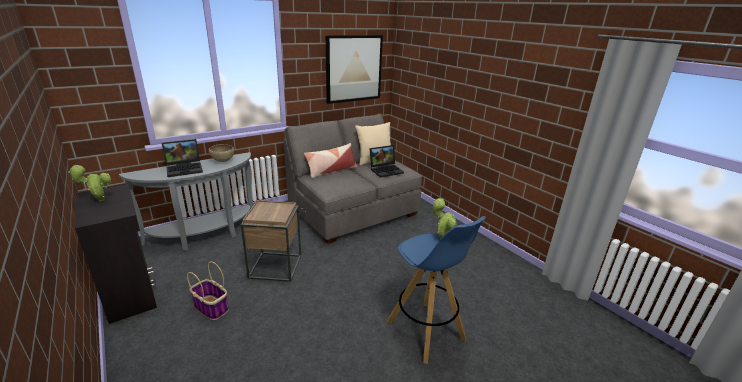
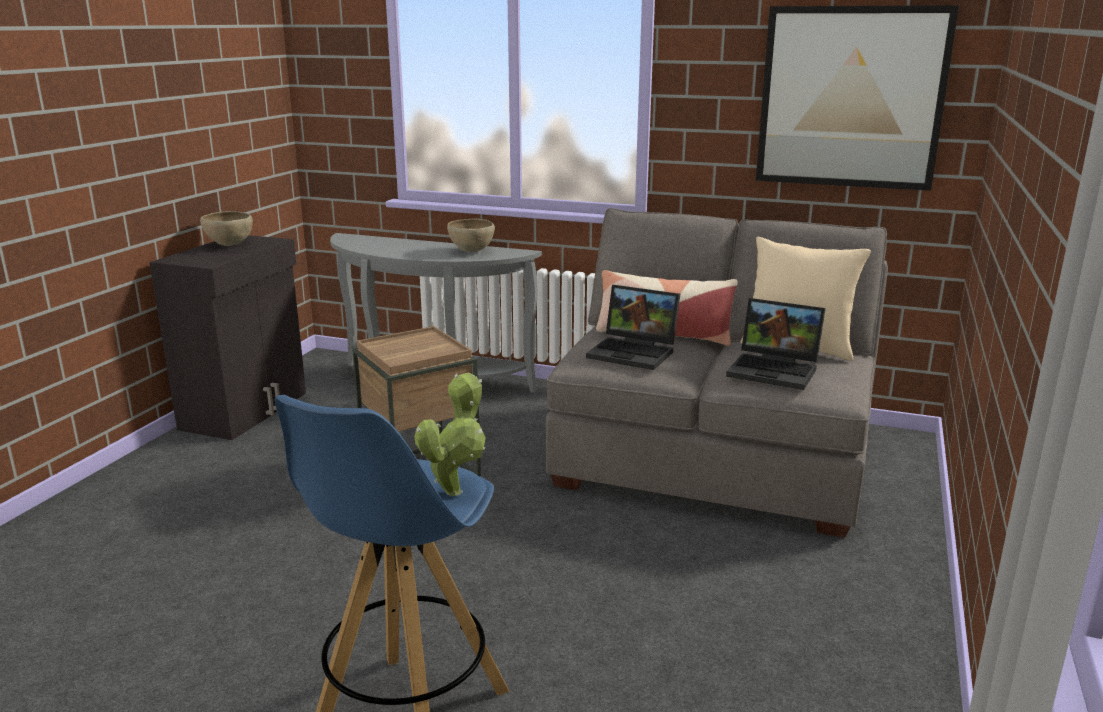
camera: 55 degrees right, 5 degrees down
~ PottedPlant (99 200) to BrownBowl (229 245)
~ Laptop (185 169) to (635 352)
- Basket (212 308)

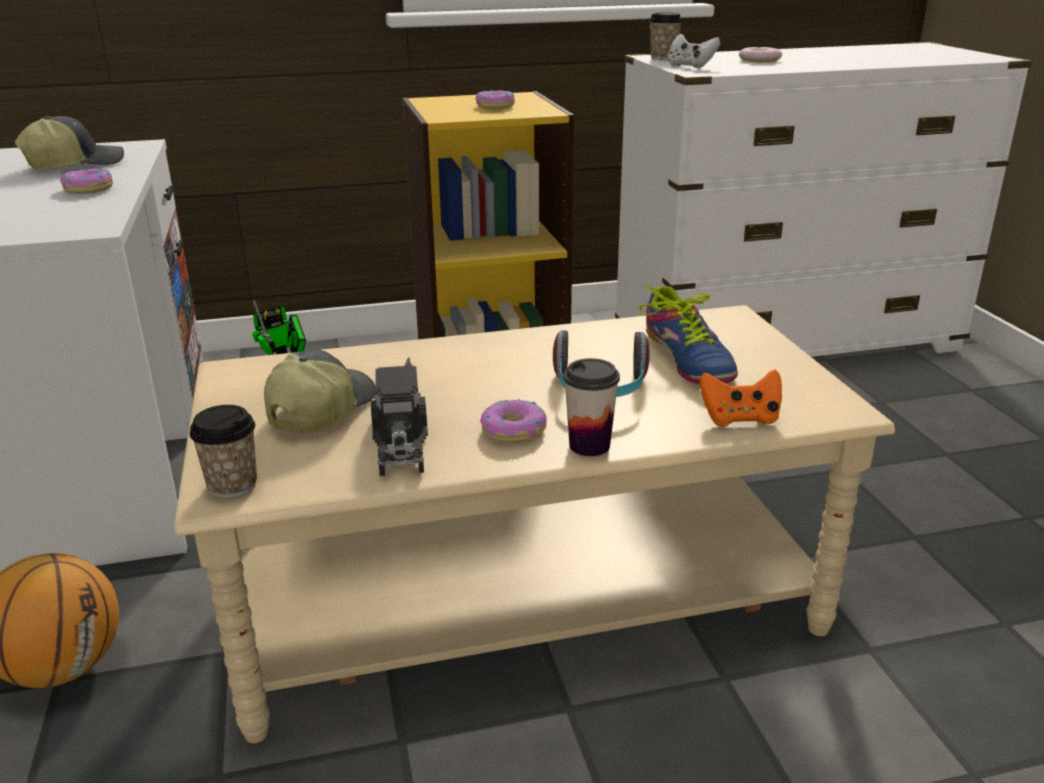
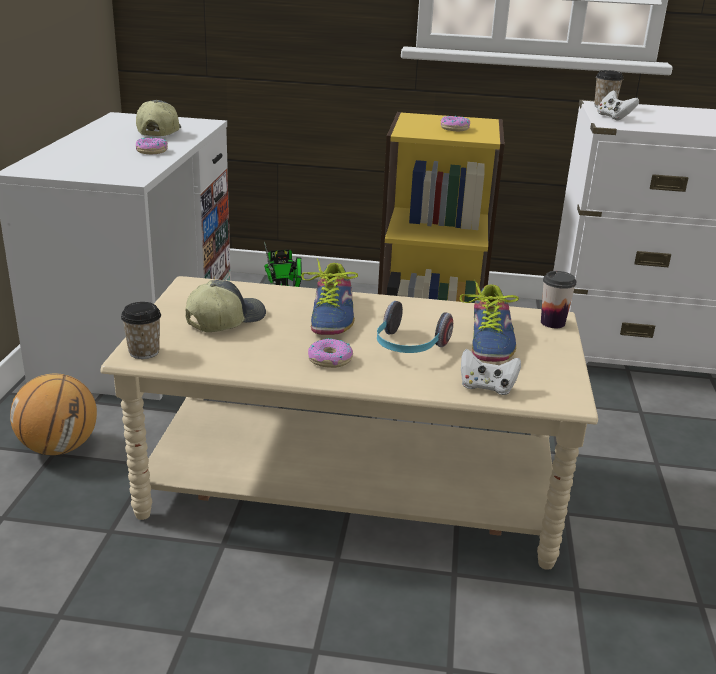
camera: 20 degrees right, 0 degrees up
~ Cap (76 164) = (158 132) 75 degrees counterclockwise
+ Shoe (332 315)
~ OrangeGameController (740 418) to WhiteGameController (487 387)
~ Cup (589 445) to (552 323)
- ToyTruck (400 441)
- Donut (759 60)

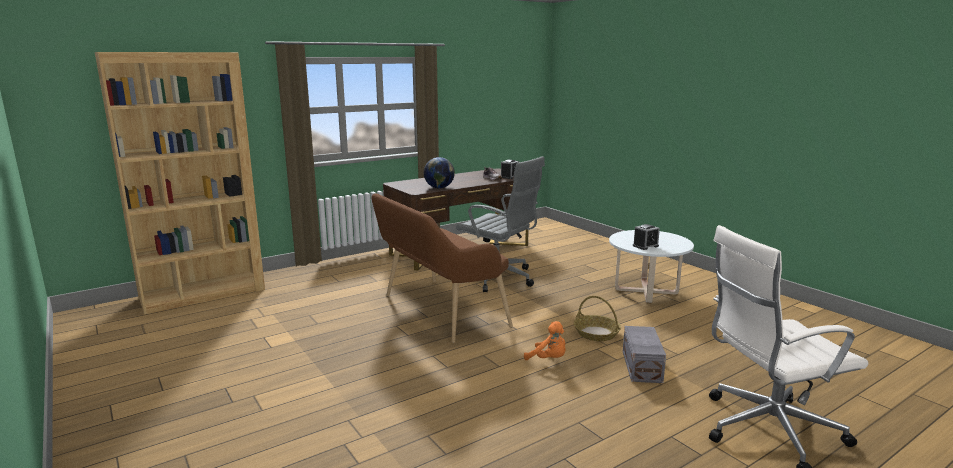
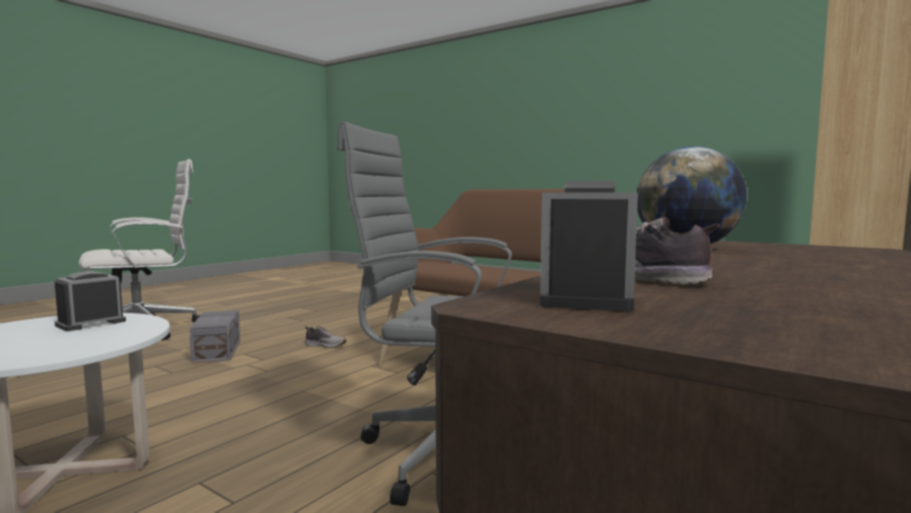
camera: 160 degrees right, 10 degrees down
~ OrangePlushToy (548 359) to Shoe (325 345)
- Basket (596 333)

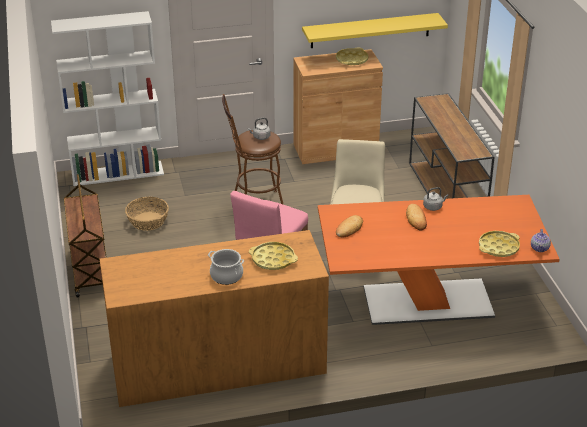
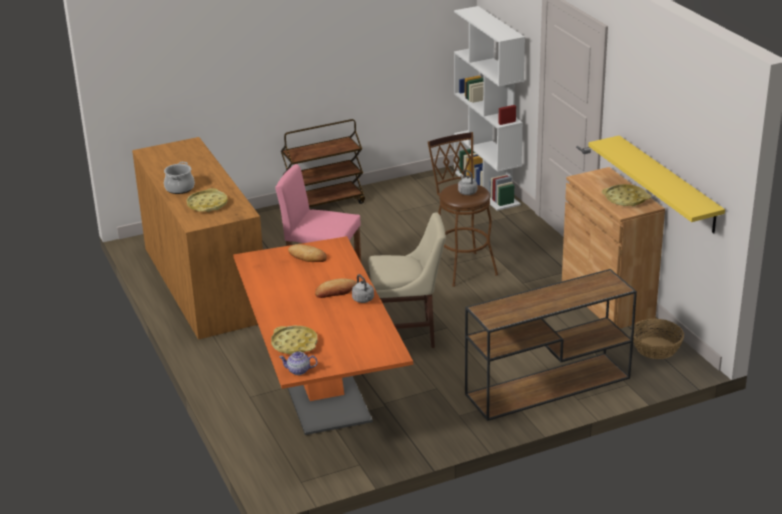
camera: 80 degrees right, 5 degrees down
~ Basket (148 221) to (656 348)

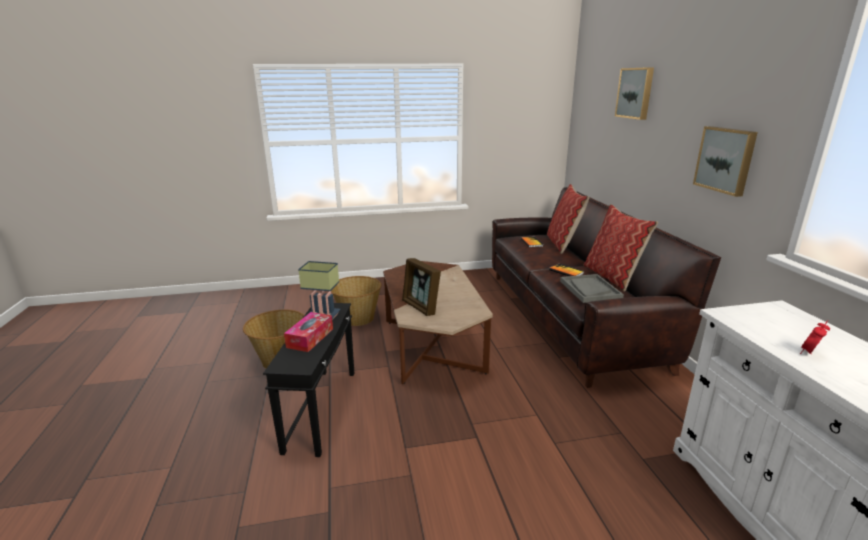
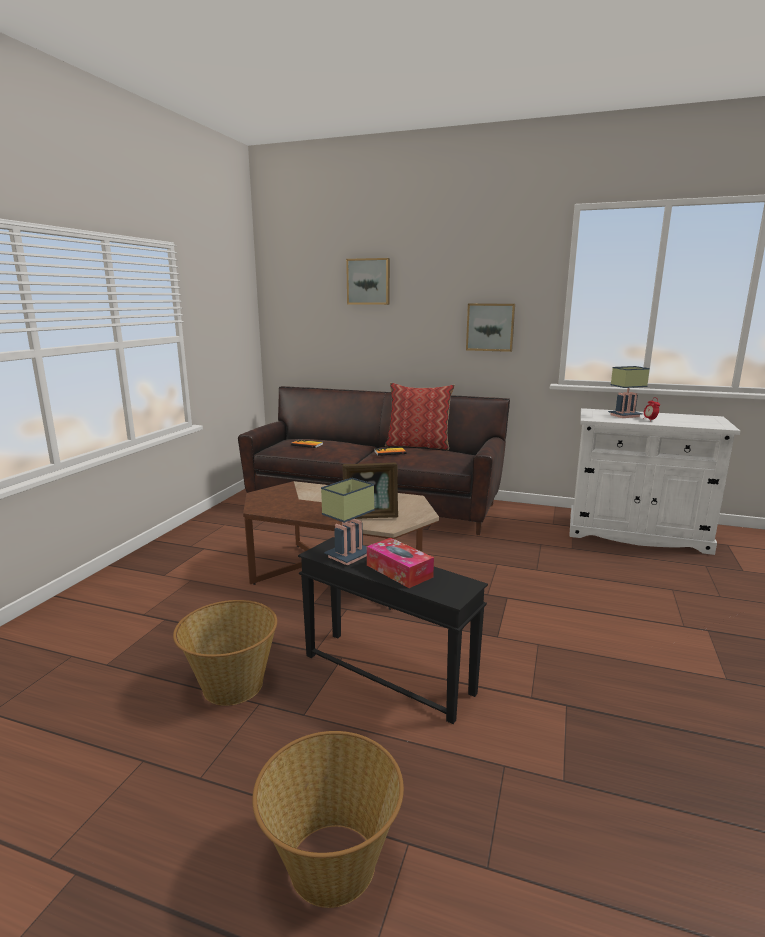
camera: 60 degrees left, 5 degrees down
~ Basket (357 318) to (331 865)
+ TableLamp (624 415)
- Pillow (563 244)
- GreyTray (590 290)

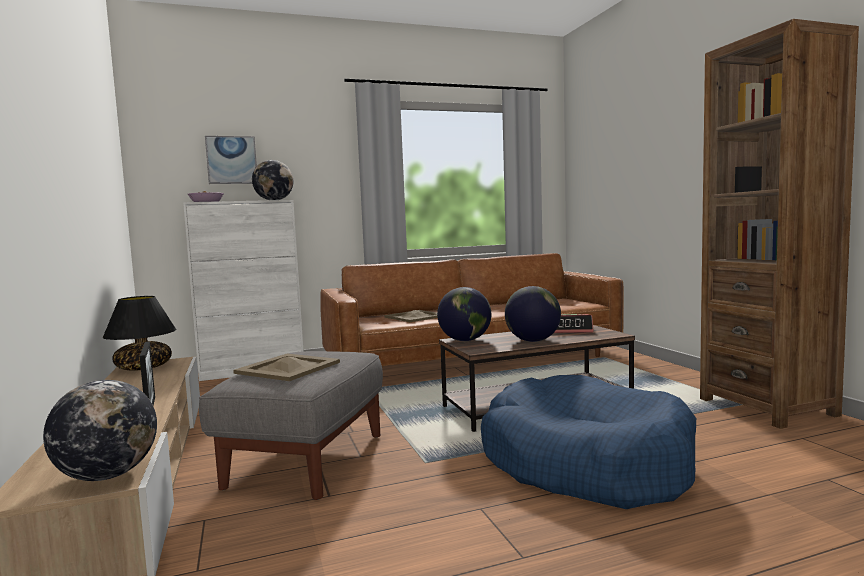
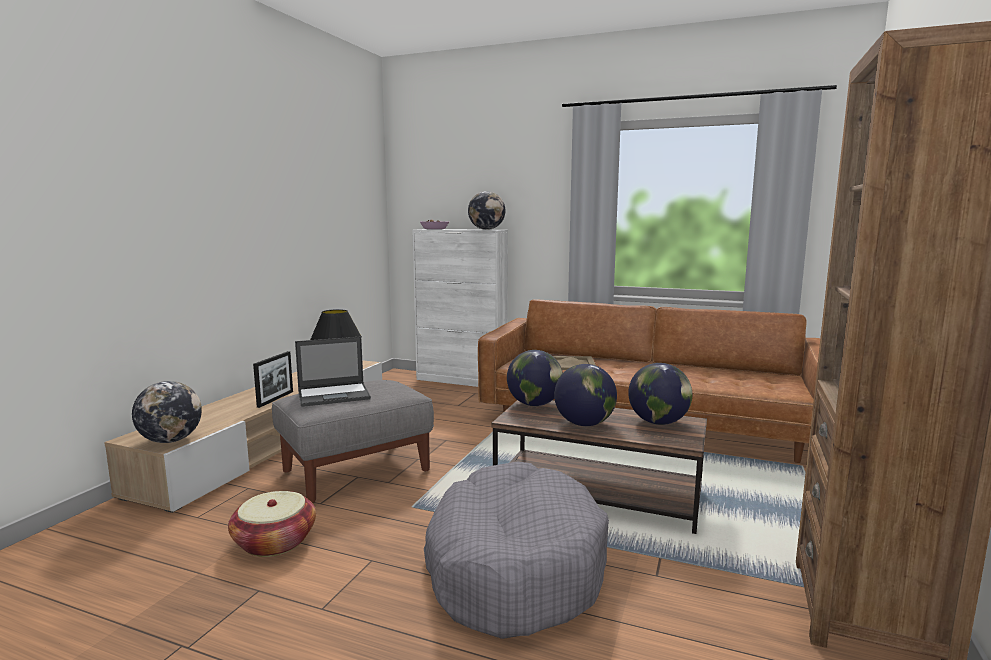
camera: 40 degrees right, 5 degrees up
+ Basket (274 542)
~ BeigeTray (288 367) to Laptop (334 395)
~ BlueDogBed (584 463) to GreyDogBed (514 566)
~ AlarmClock (570 330) to Globe (658 422)
- Picture (231 160)

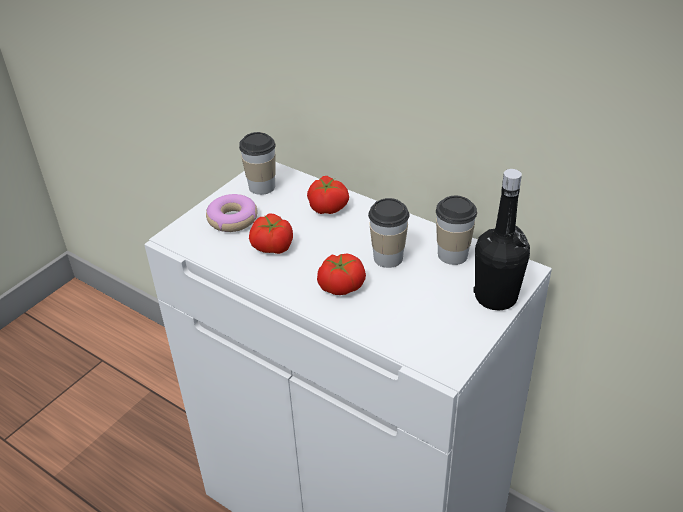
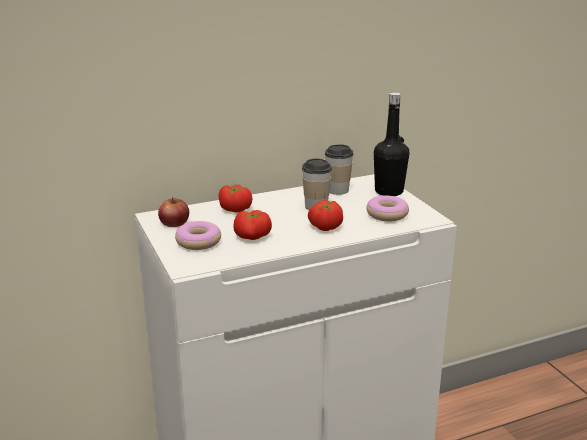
camera: 60 degrees left, 15 degrees down
~ Cup (262 187) to Apple (174 223)
+ Donut (387 214)

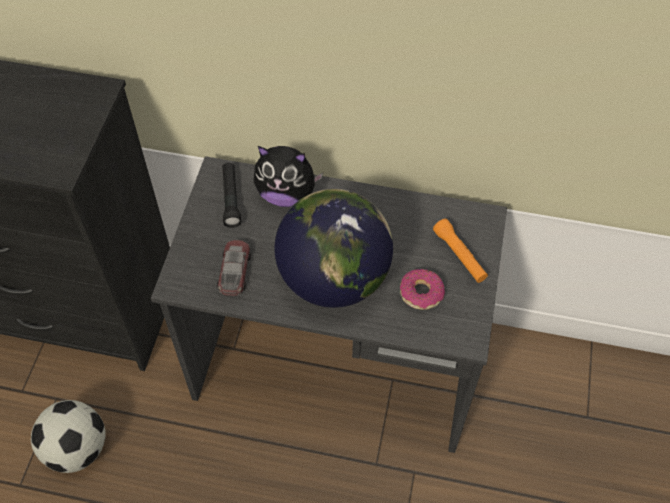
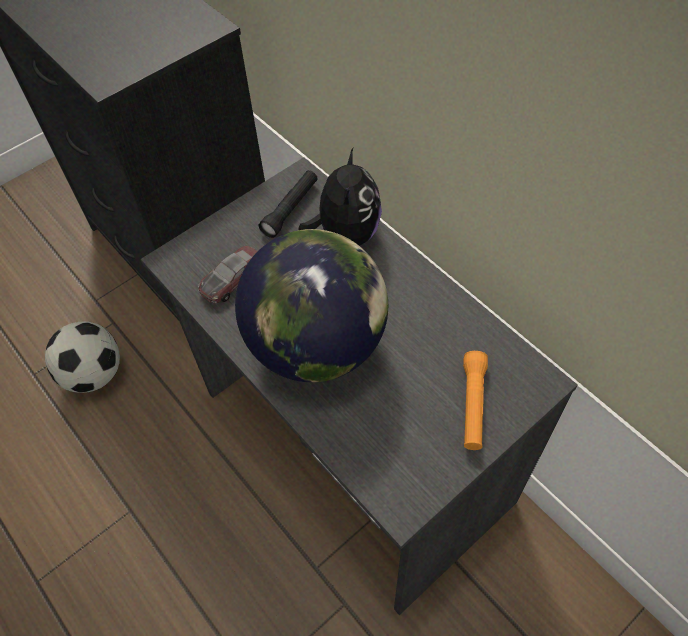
camera: 40 degrees right, 0 degrees up
~ PlushToy (286 194) = (346 234) 135 degrees counterclockwise
- Donut (421 293)

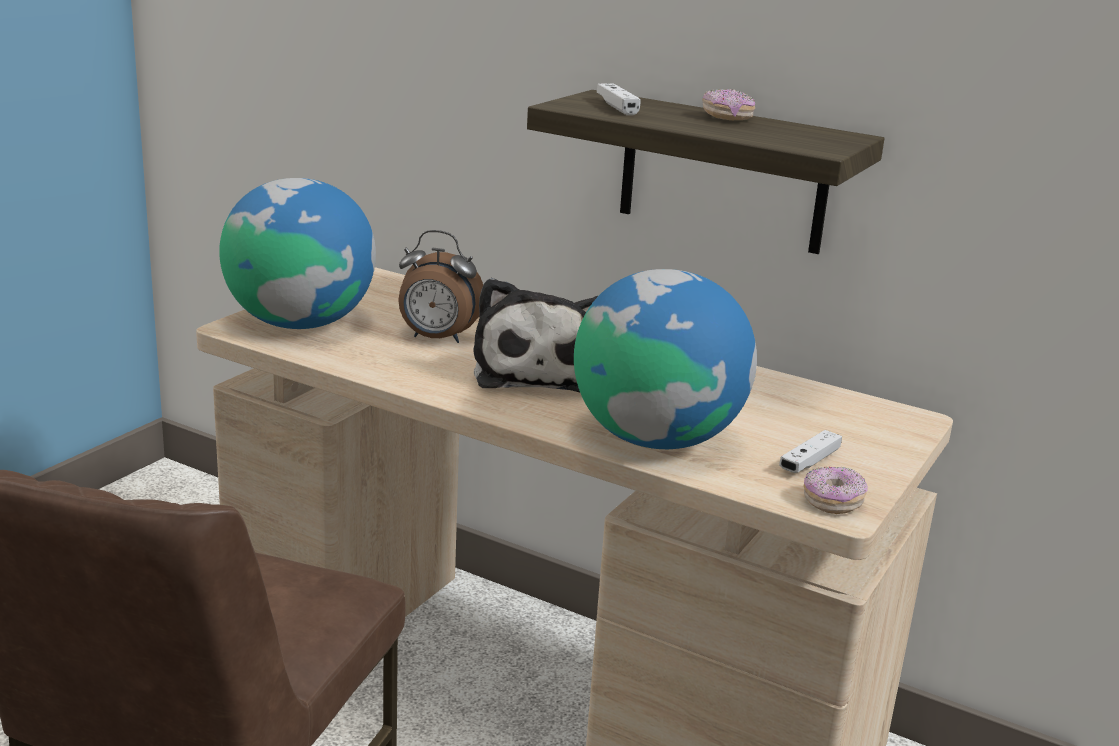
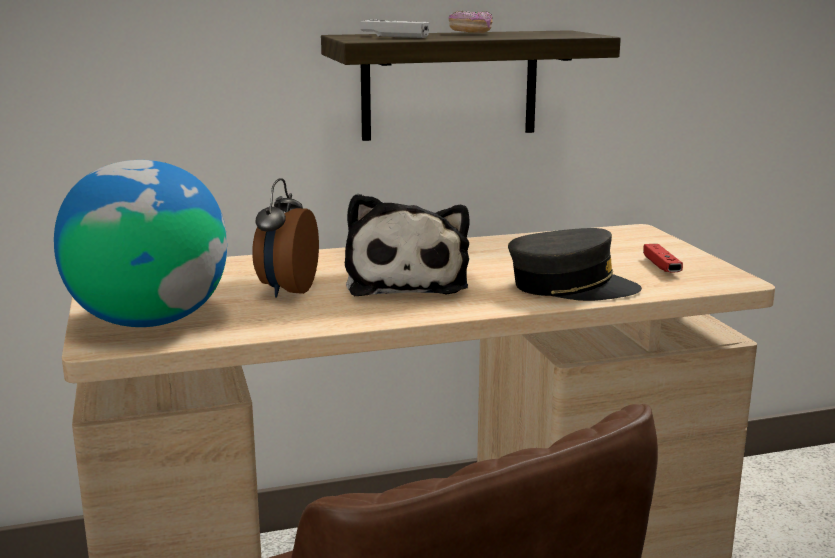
camera: 45 degrees left, 5 degrees down
~ AlarmClock (437 339) = (286 290) 135 degrees clockwise
~ PlushToy (539 371) = (407 281) 45 degrees clockwise
~ Globe (656 438) to GreyCap (571 287)
~ WhiteGameController (809 462) to RedGameController (661 266)
- Donut (832 502)

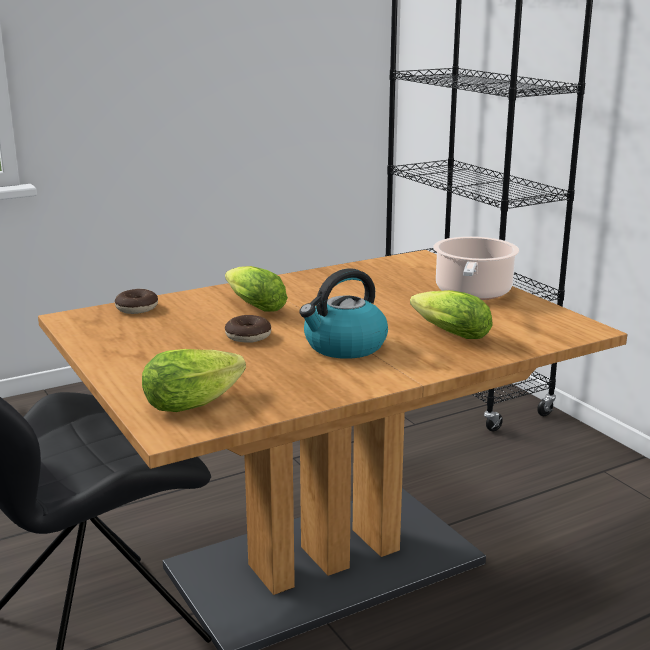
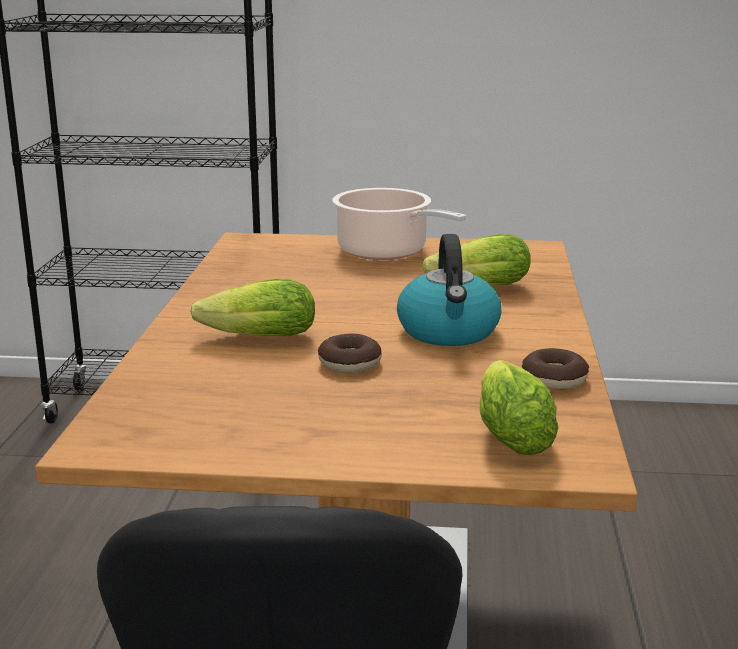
camera: 55 degrees left, 0 degrees up
~ Donut (137 308) to (554 379)

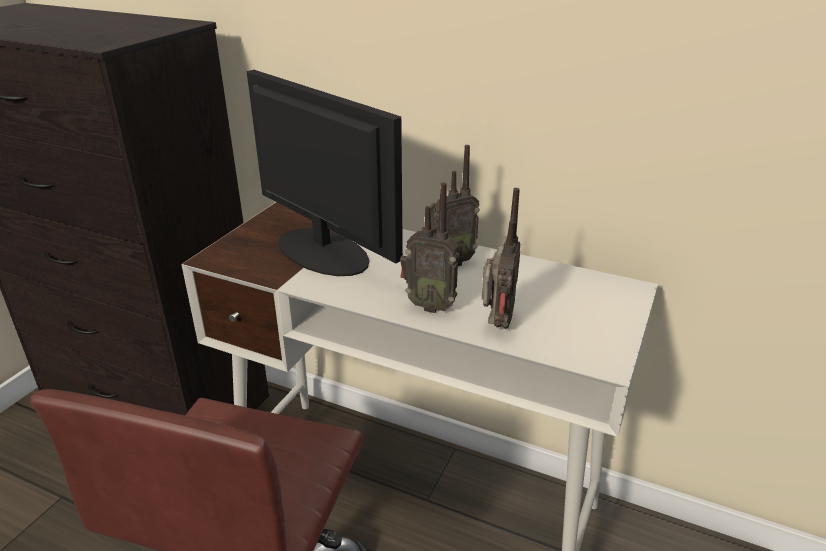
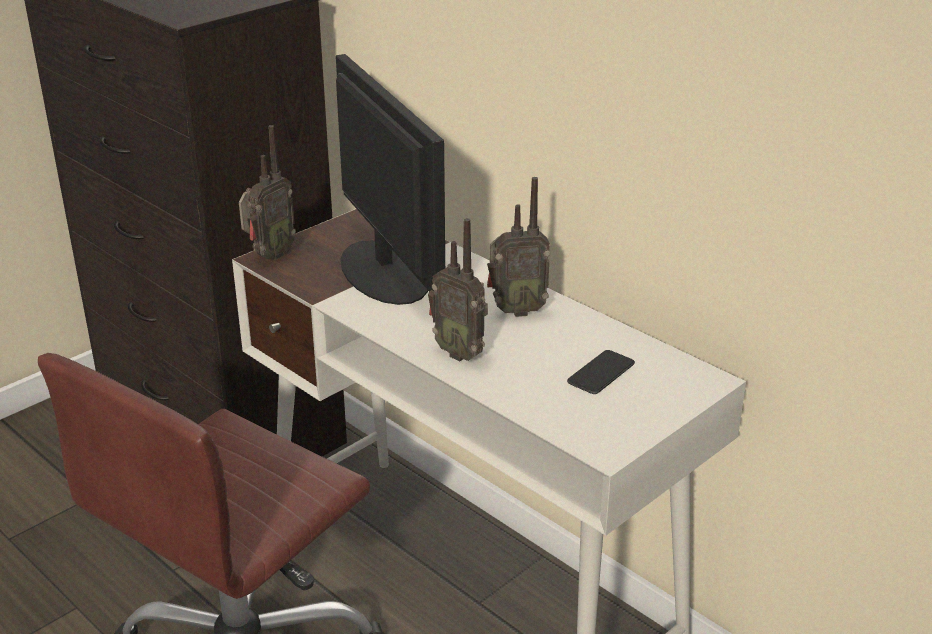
camera: 20 degrees right, 0 degrees up
~ Radio (496 324) to (269 256)
+ Phone (601 373)

